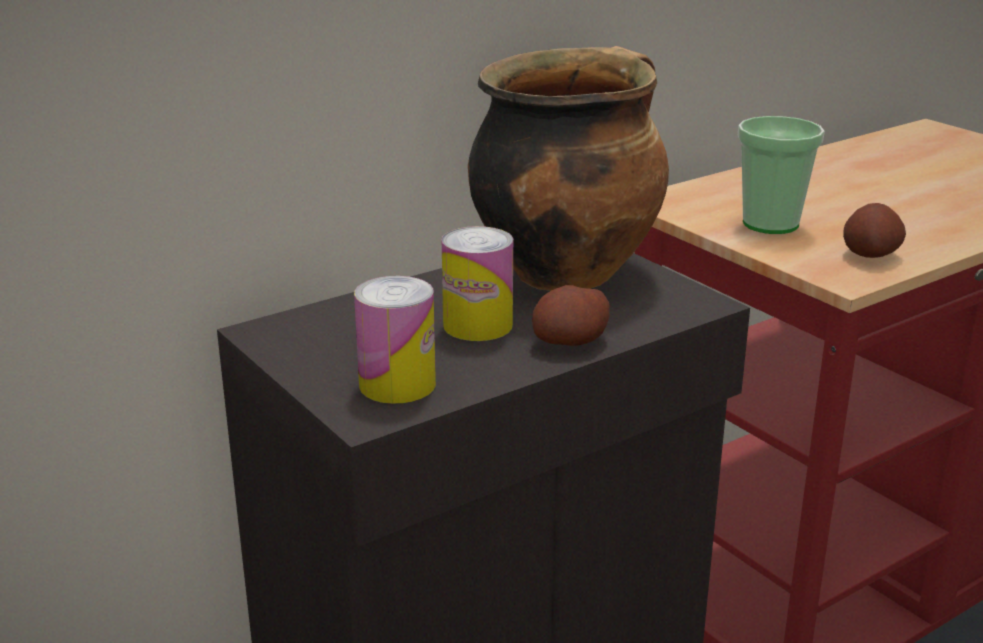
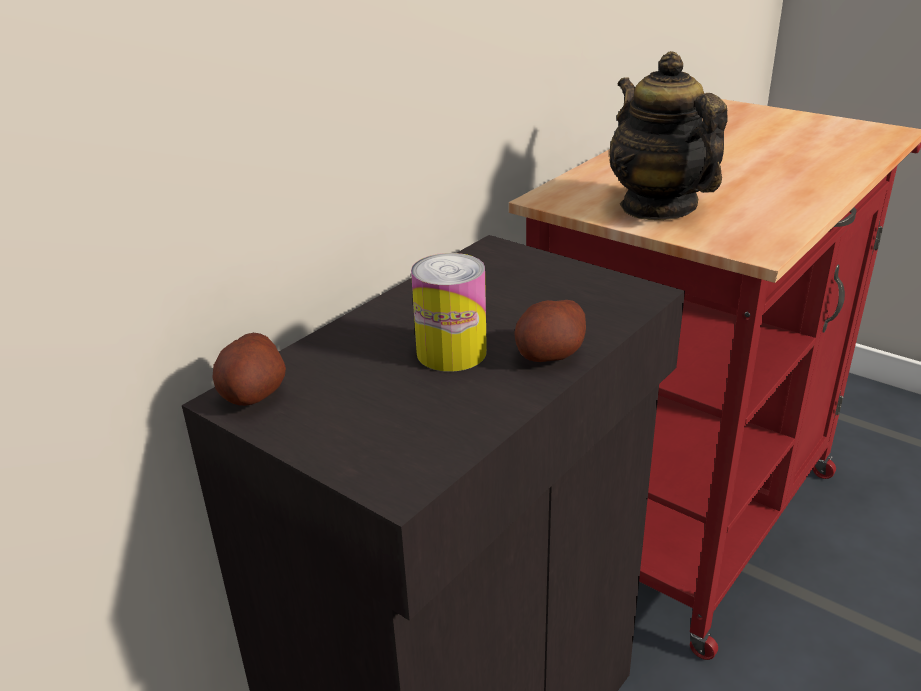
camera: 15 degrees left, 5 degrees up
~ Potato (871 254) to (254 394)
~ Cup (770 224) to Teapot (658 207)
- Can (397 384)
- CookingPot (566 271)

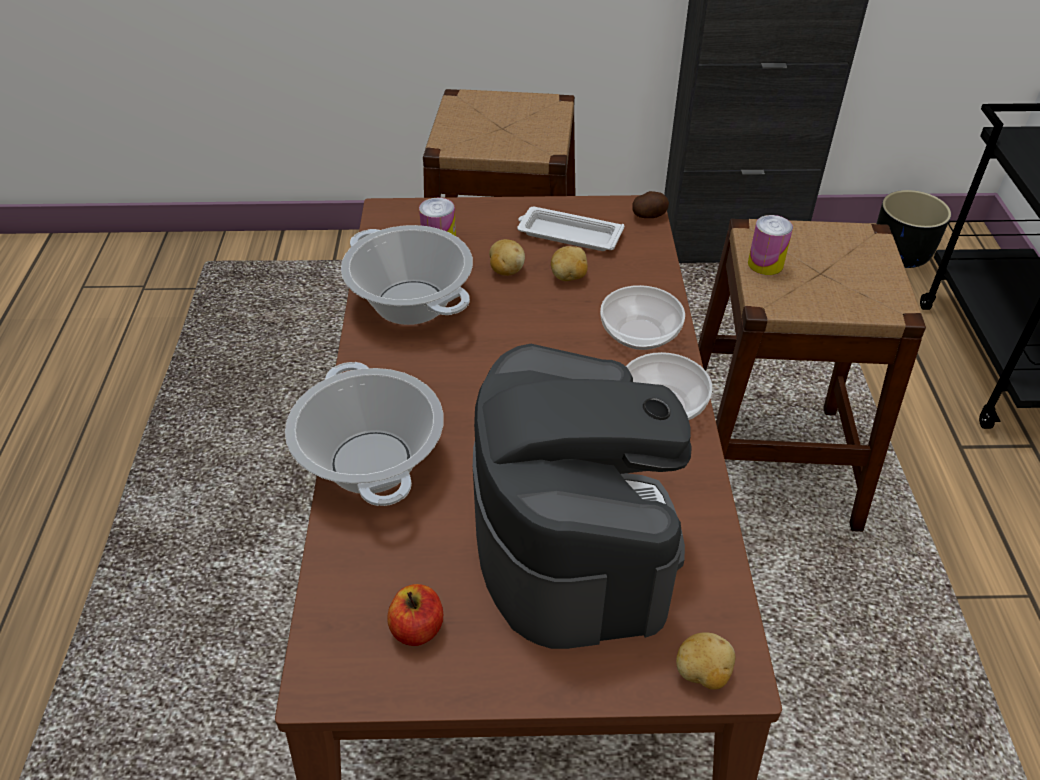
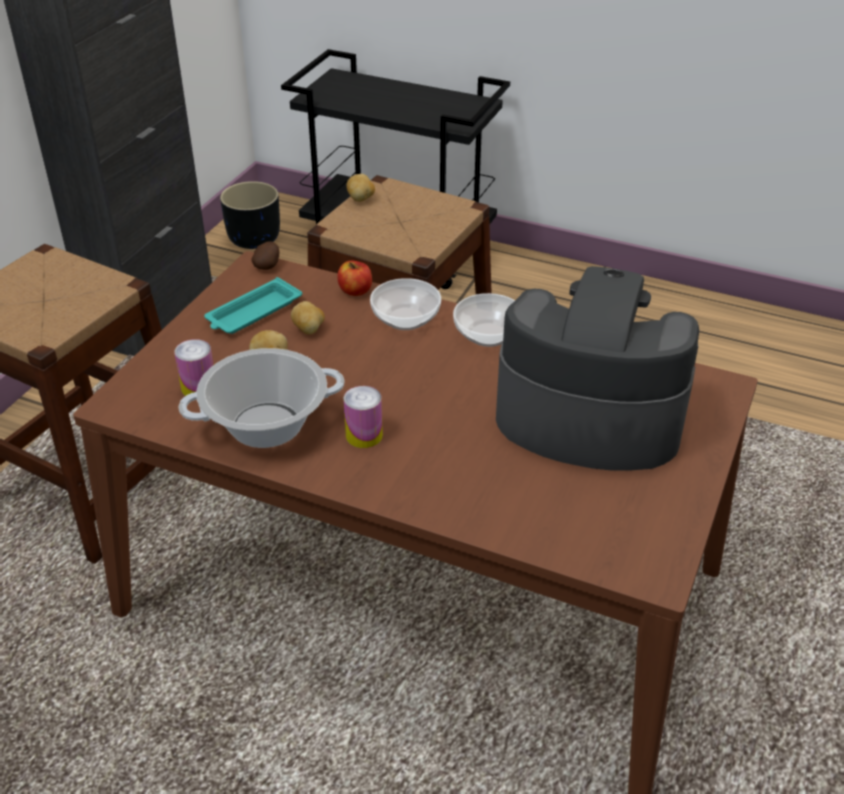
camera: 65 degrees left, 5 degrees down
~ WhiteTray (568 235) to TurquoiseTray (253 313)
~ Apple (417 628) to (355 291)
~ Can (765 264) to (364 435)
~ Potato (702 673) to (361 199)
- CookingPot (372 462)

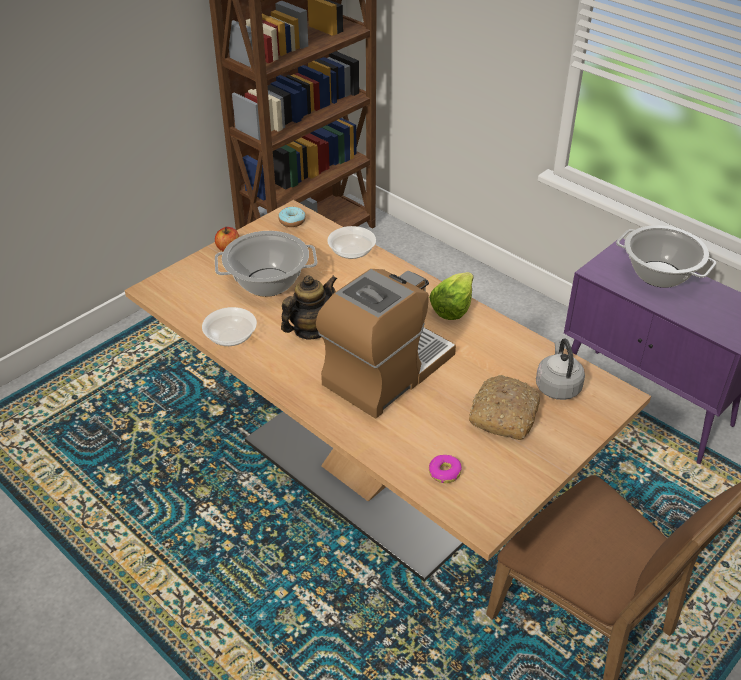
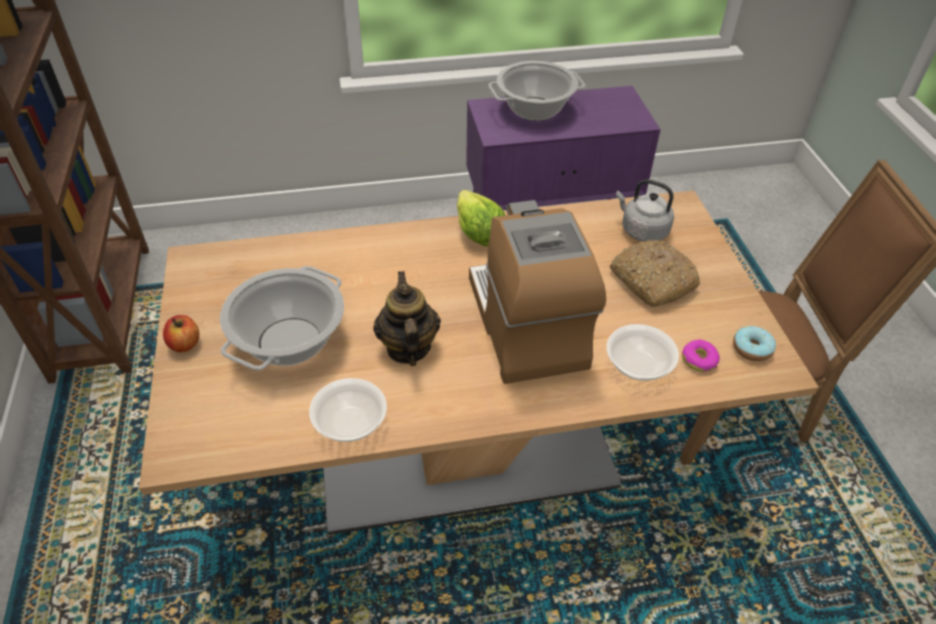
camera: 55 degrees left, 5 degrees up
~ Bowl (351 252) to (638 365)
~ Donut (292 221) to (752 348)

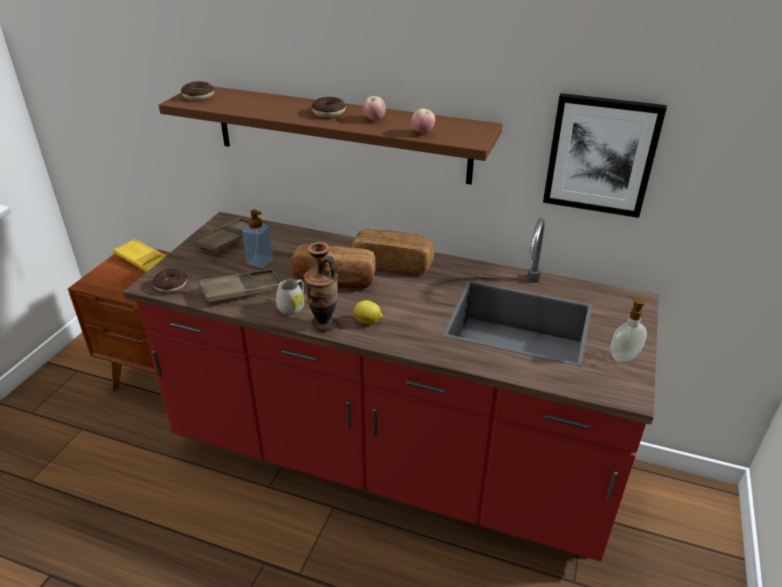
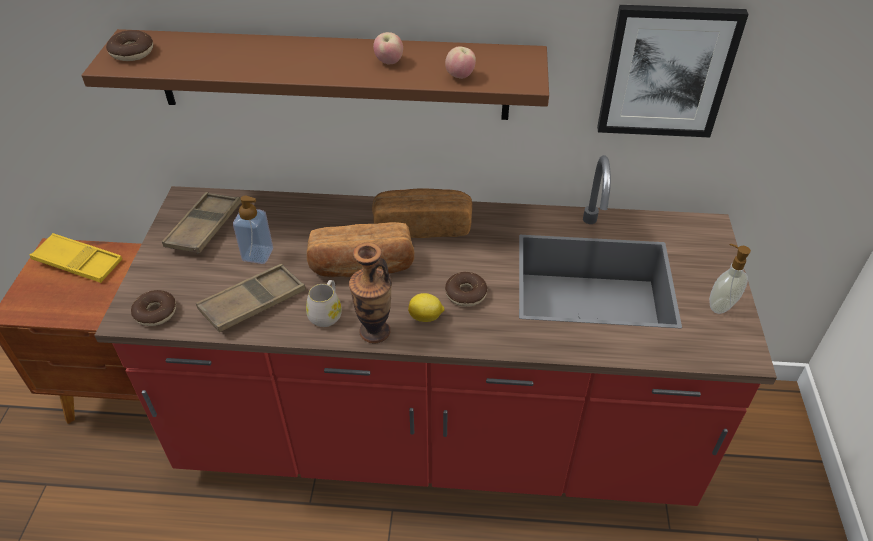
camera: 15 degrees left, 10 degrees up
~ Donut (328 113) to (465 294)

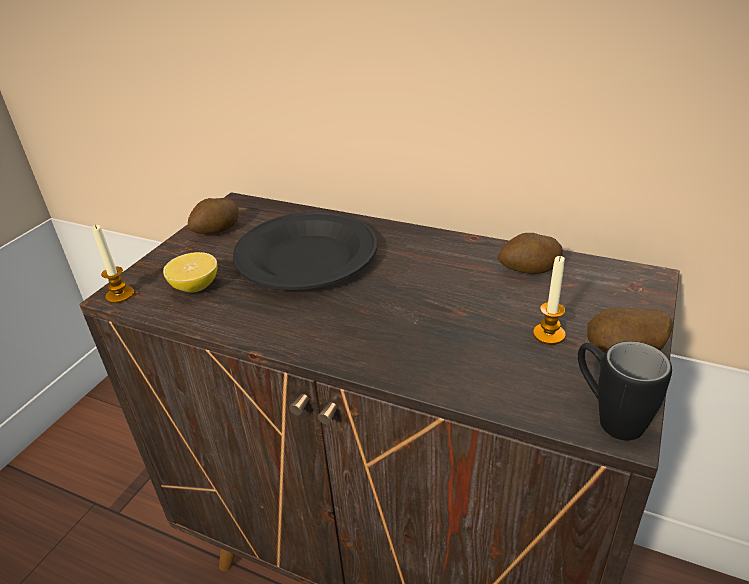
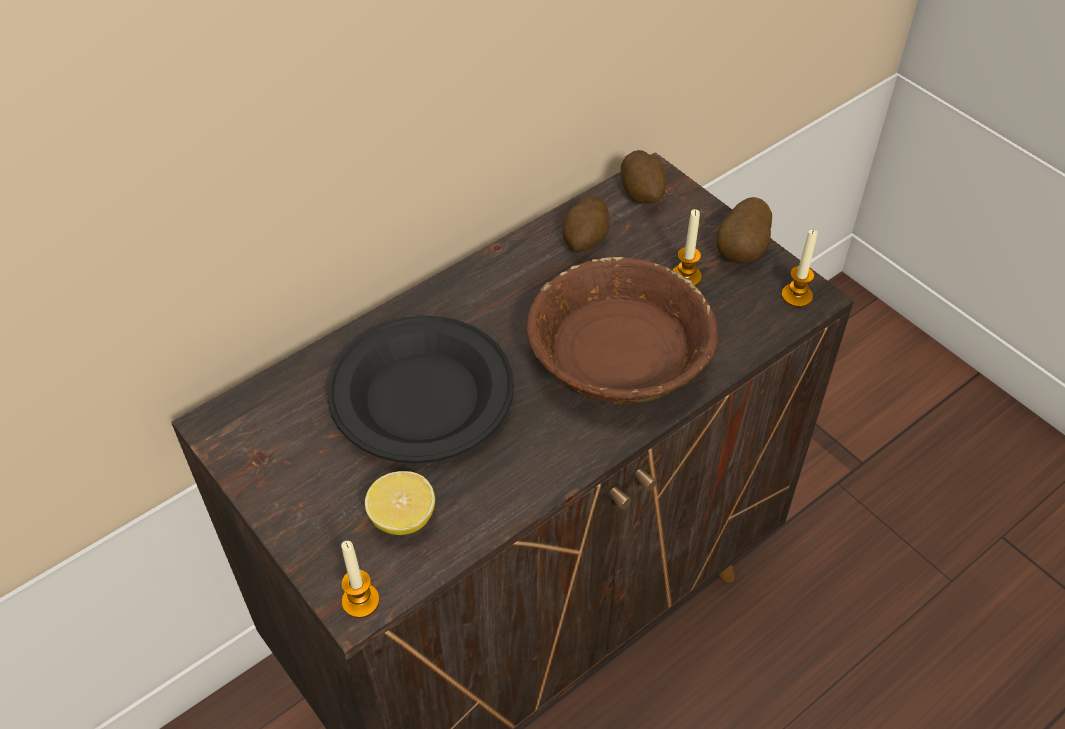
camera: 65 degrees left, 15 degrees up
+ BrownBowl (620 355)
~ Potato (216 231) to (642 192)
~ BlackMug (608 416) to Candle (796 296)

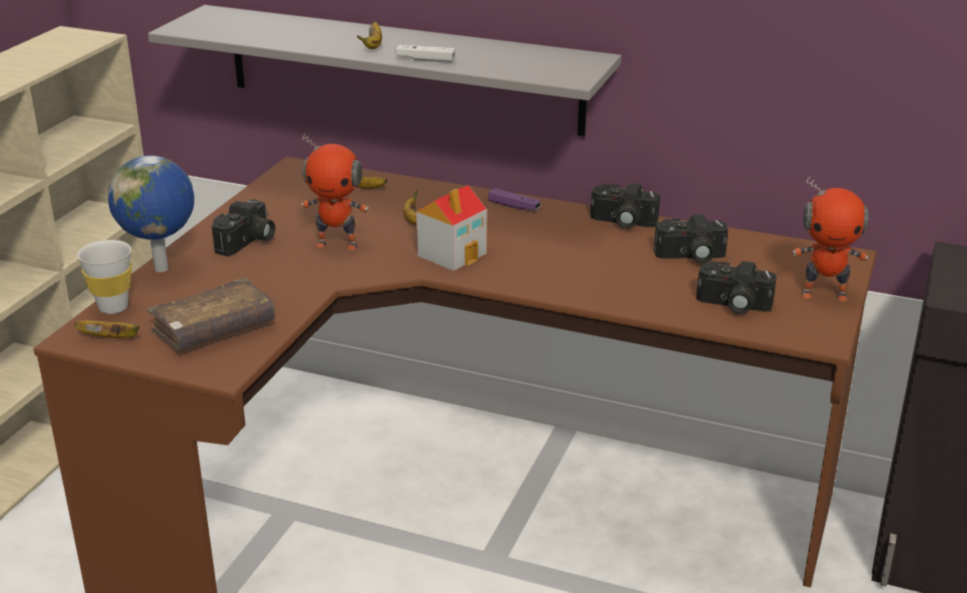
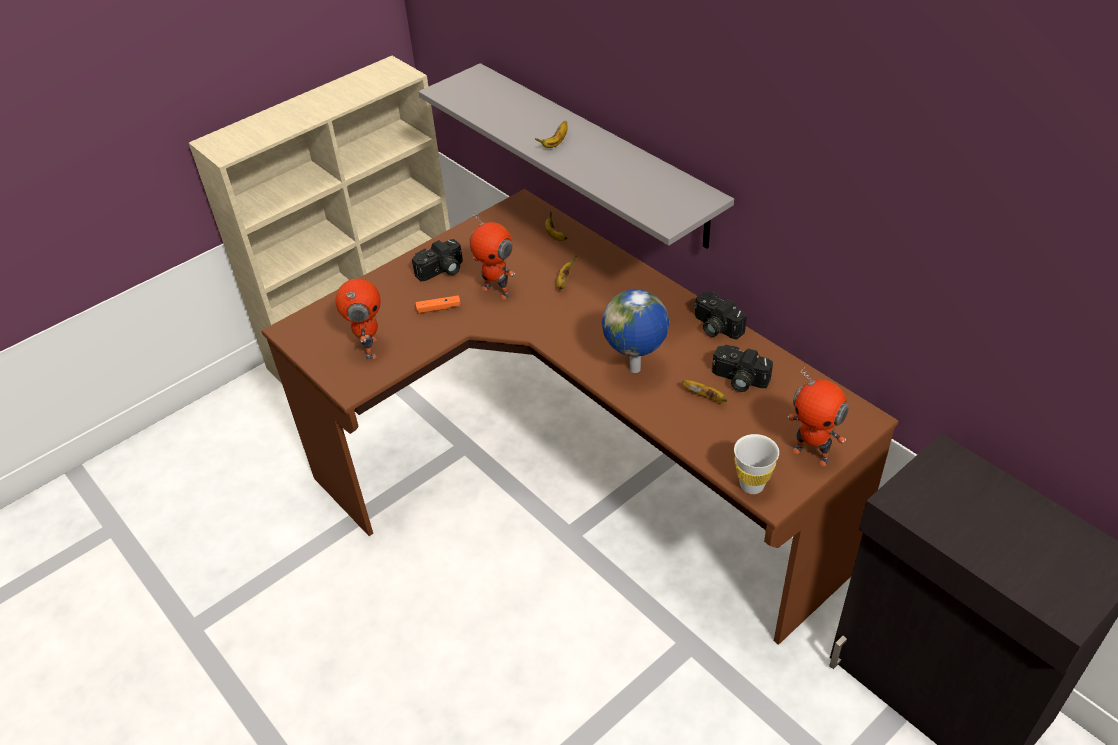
camera: 30 degrees right, 15 degrees up
~ BrownBook (214 329) to ToyRobot (369 348)
+ OrangeGameController (438 308)
~ Globe (163 269) to (636 370)
~ Banana (112 338) to (706 397)
~ WhiteCup (113 307) to (752 485)
- WhiteGameController (425 60)
- ToyHouse (452 254)
- PurpleGameController (514 206)
- PhotoCamera (733 305)

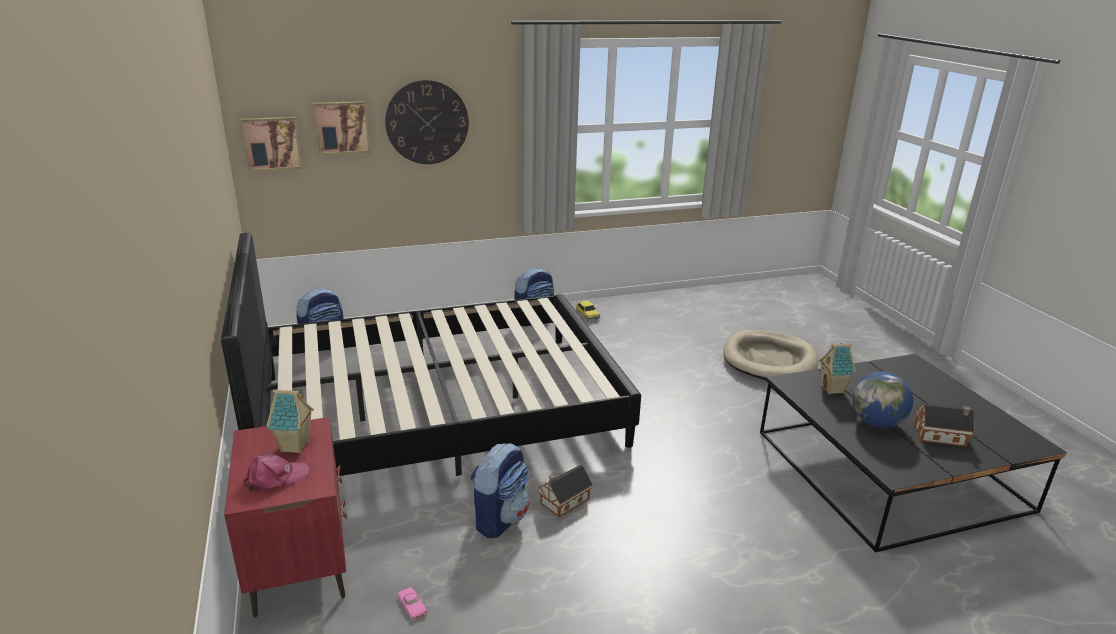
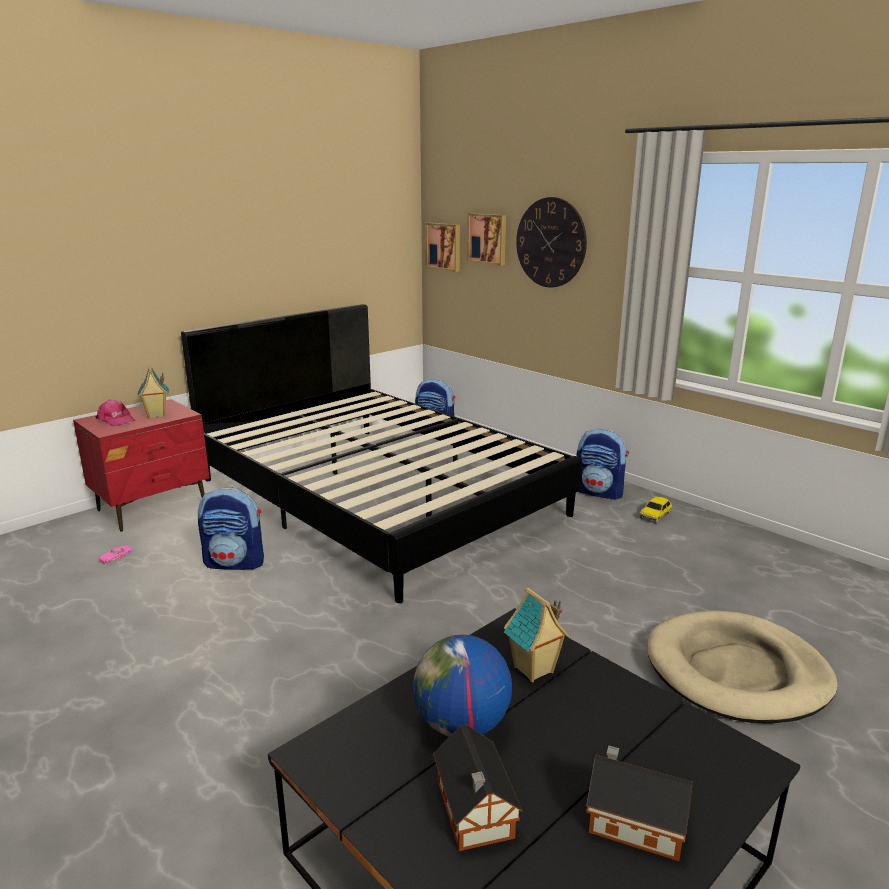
camera: 65 degrees right, 5 degrees down
~ ToyHouse (563 501) to (632 821)

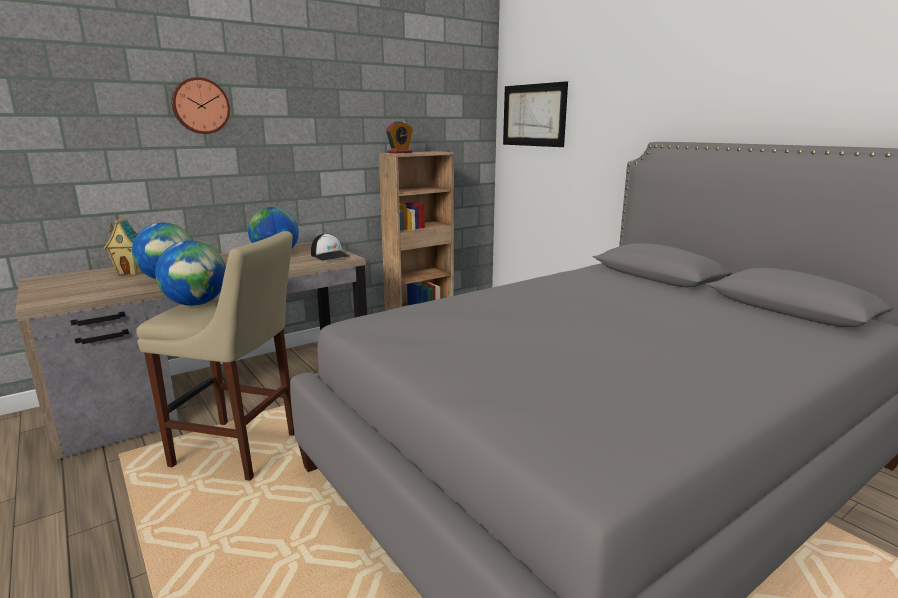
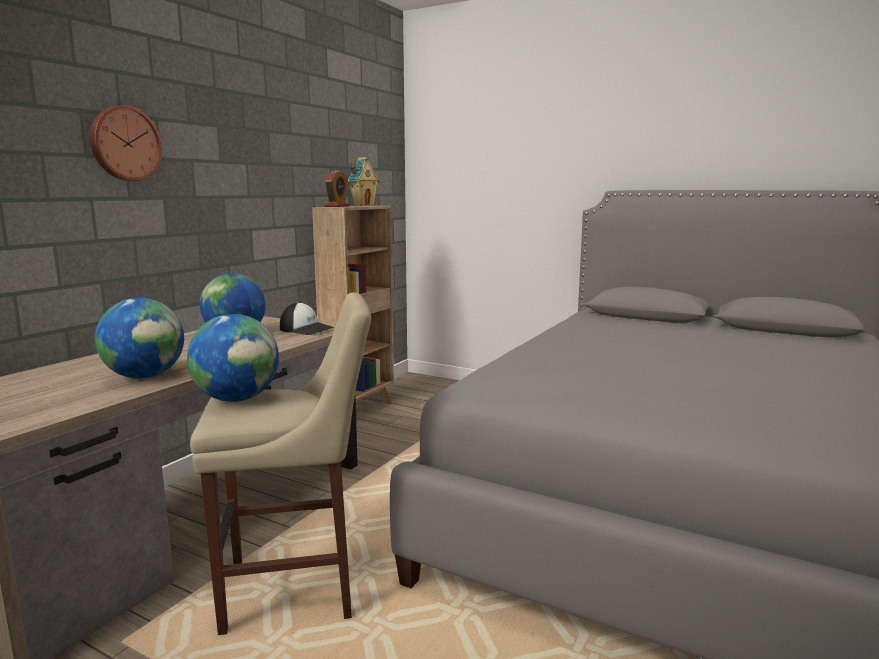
camera: 25 degrees left, 5 degrees down
~ ToyHouse (131 272) to (364 205)
- Picture (533 115)

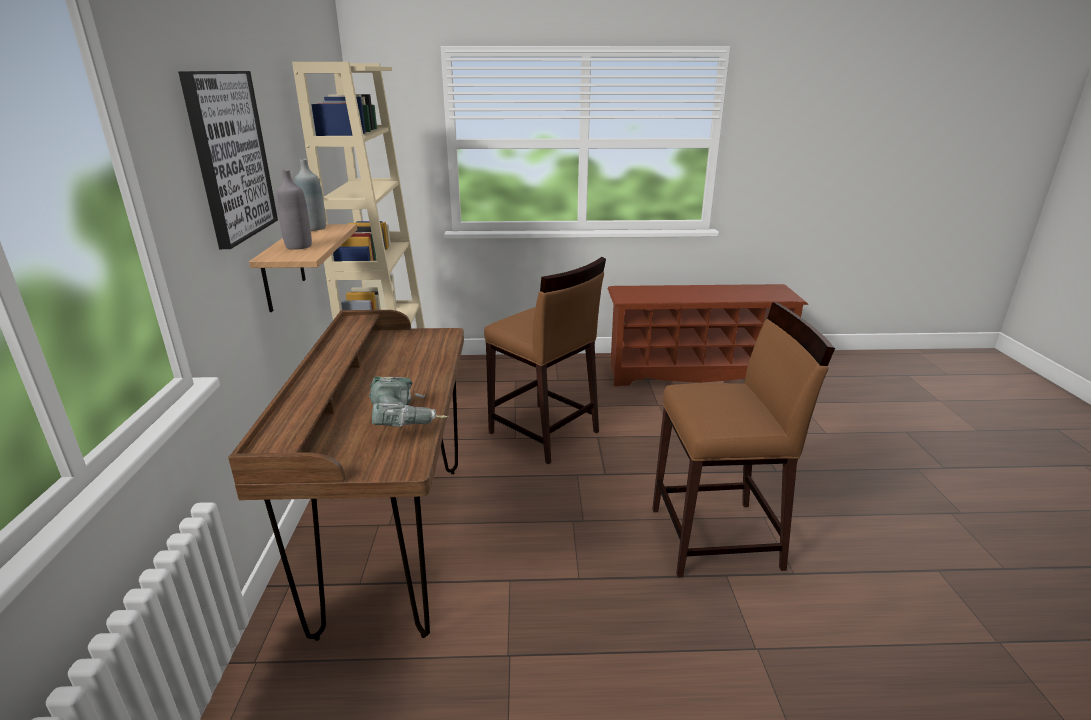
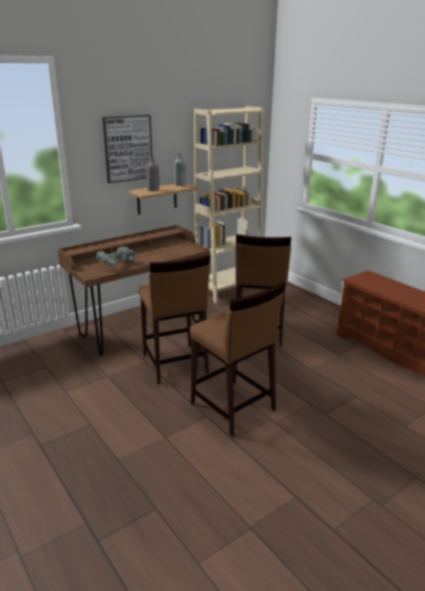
camera: 55 degrees right, 0 degrees up
+ BrownStool (174 364)

